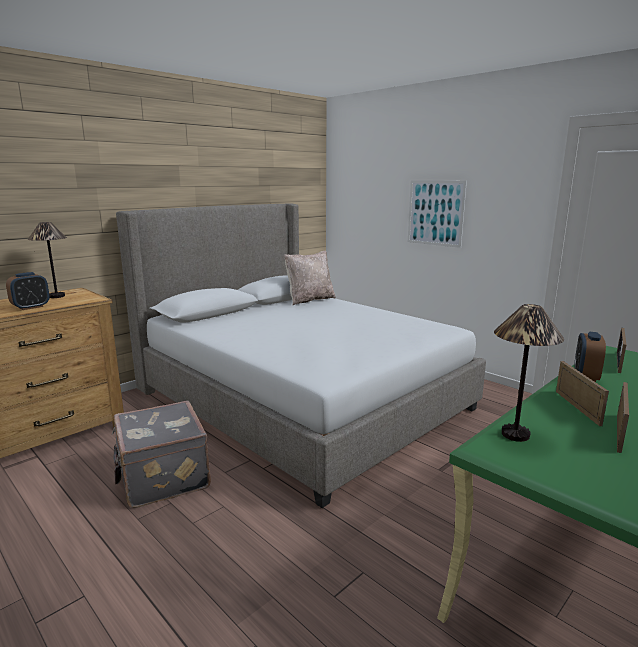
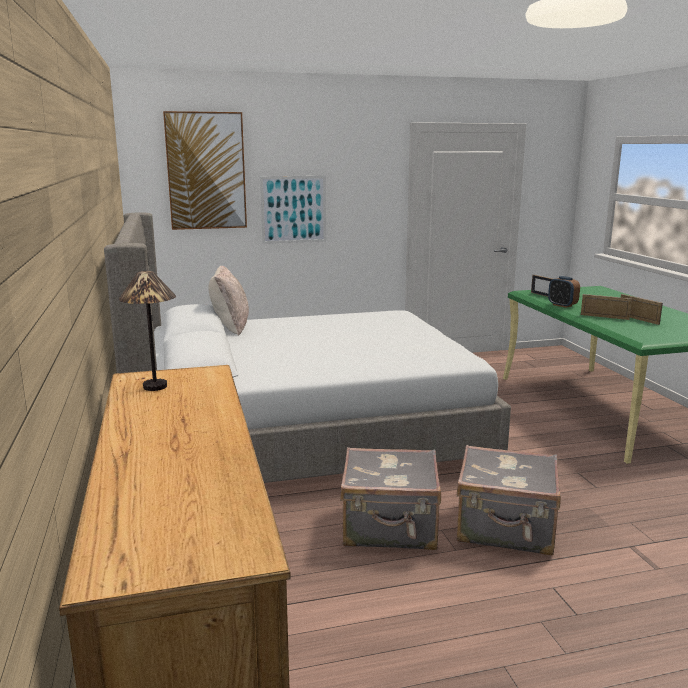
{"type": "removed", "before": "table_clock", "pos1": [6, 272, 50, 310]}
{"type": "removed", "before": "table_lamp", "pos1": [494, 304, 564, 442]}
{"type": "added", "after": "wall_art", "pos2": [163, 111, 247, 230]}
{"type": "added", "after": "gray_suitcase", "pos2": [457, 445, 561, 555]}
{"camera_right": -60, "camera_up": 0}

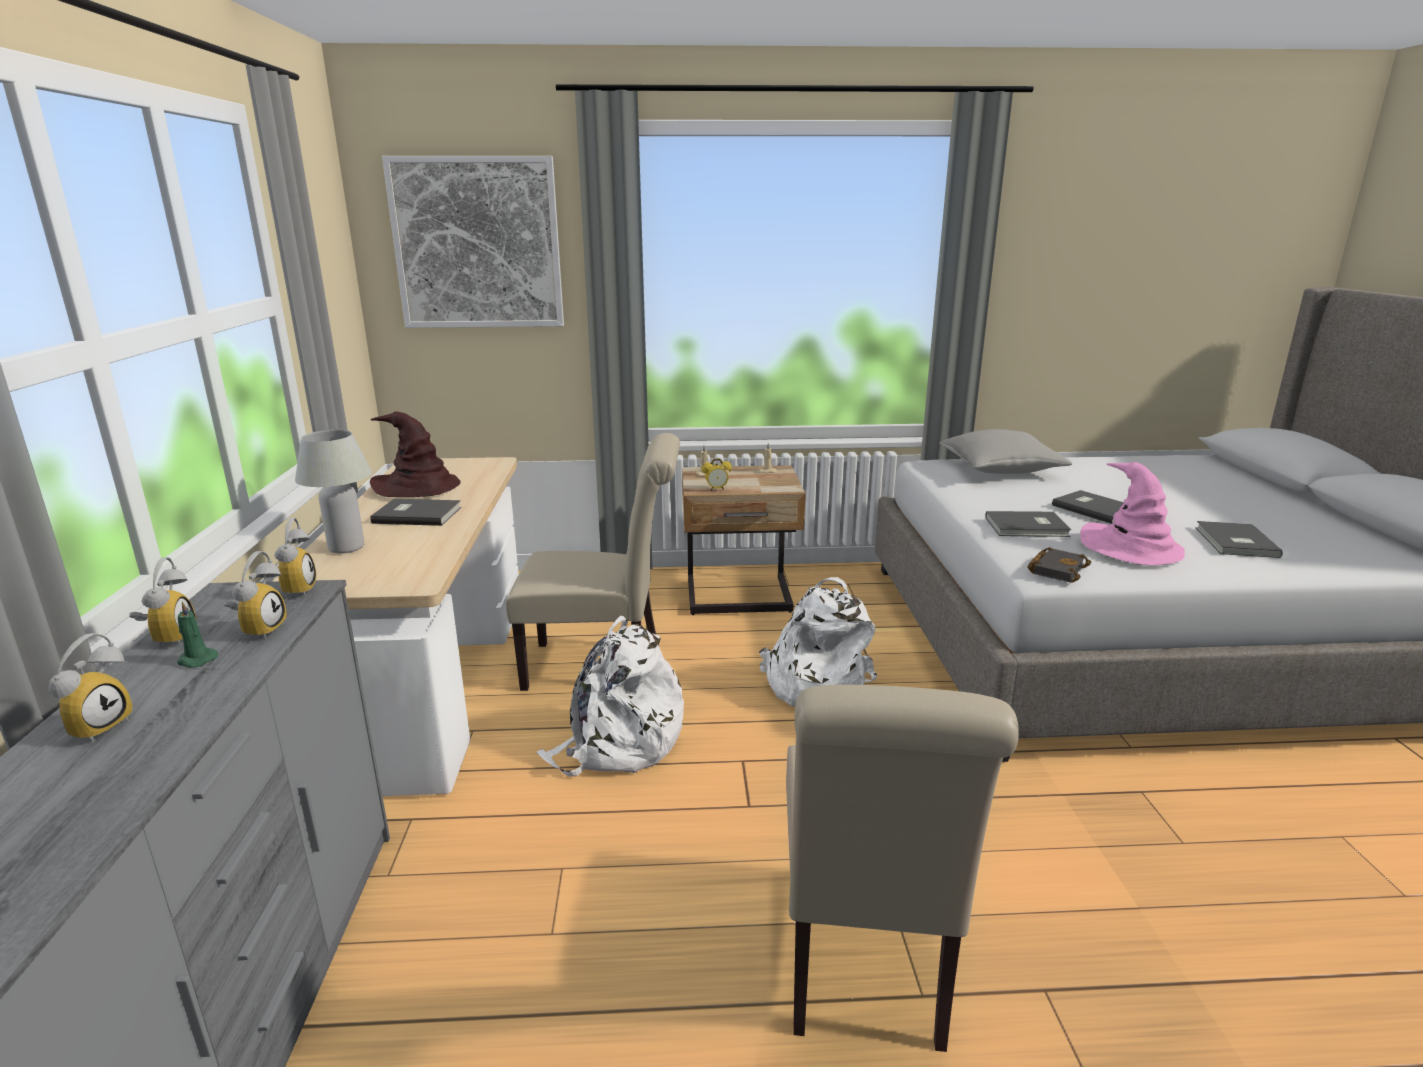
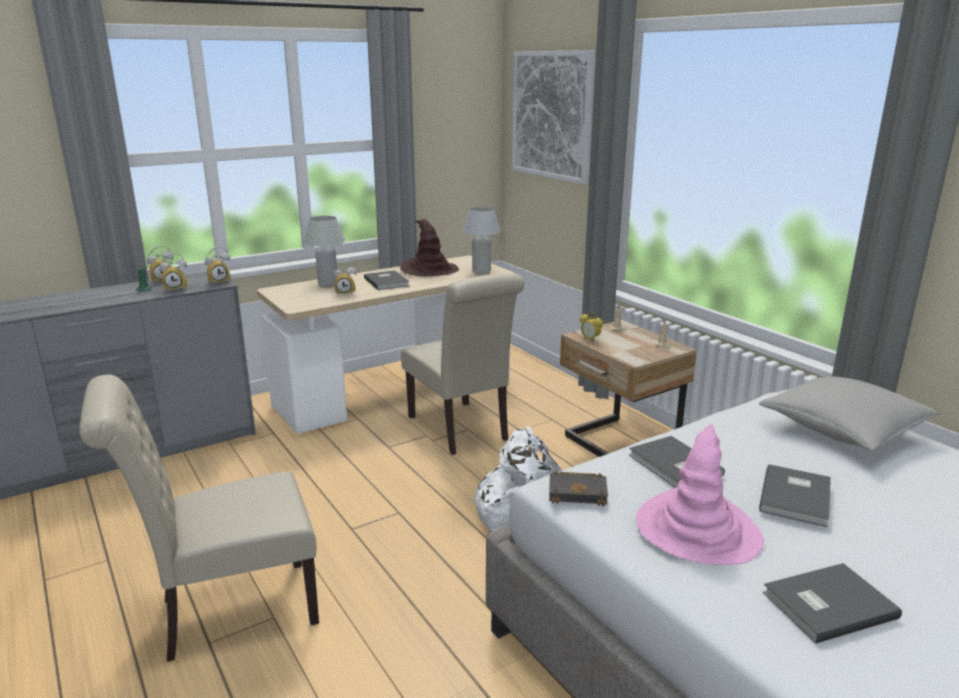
{"type": "removed", "before": "white_backpack", "pos1": [536, 616, 684, 777]}
{"type": "added", "after": "white_table_lamp", "pos2": [463, 207, 500, 274]}
{"type": "moved", "before": "table_clock", "pos1": [49, 633, 133, 742], "pos2": [333, 261, 357, 295]}
{"camera_right": 60, "camera_up": 0}

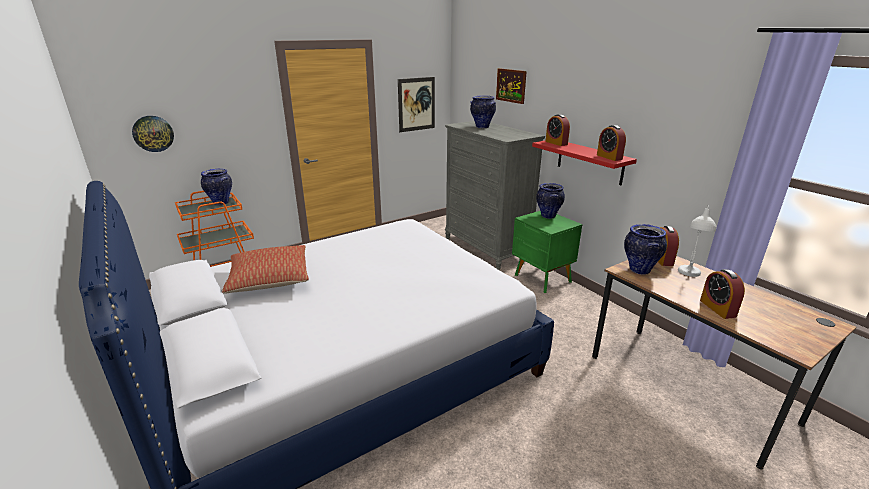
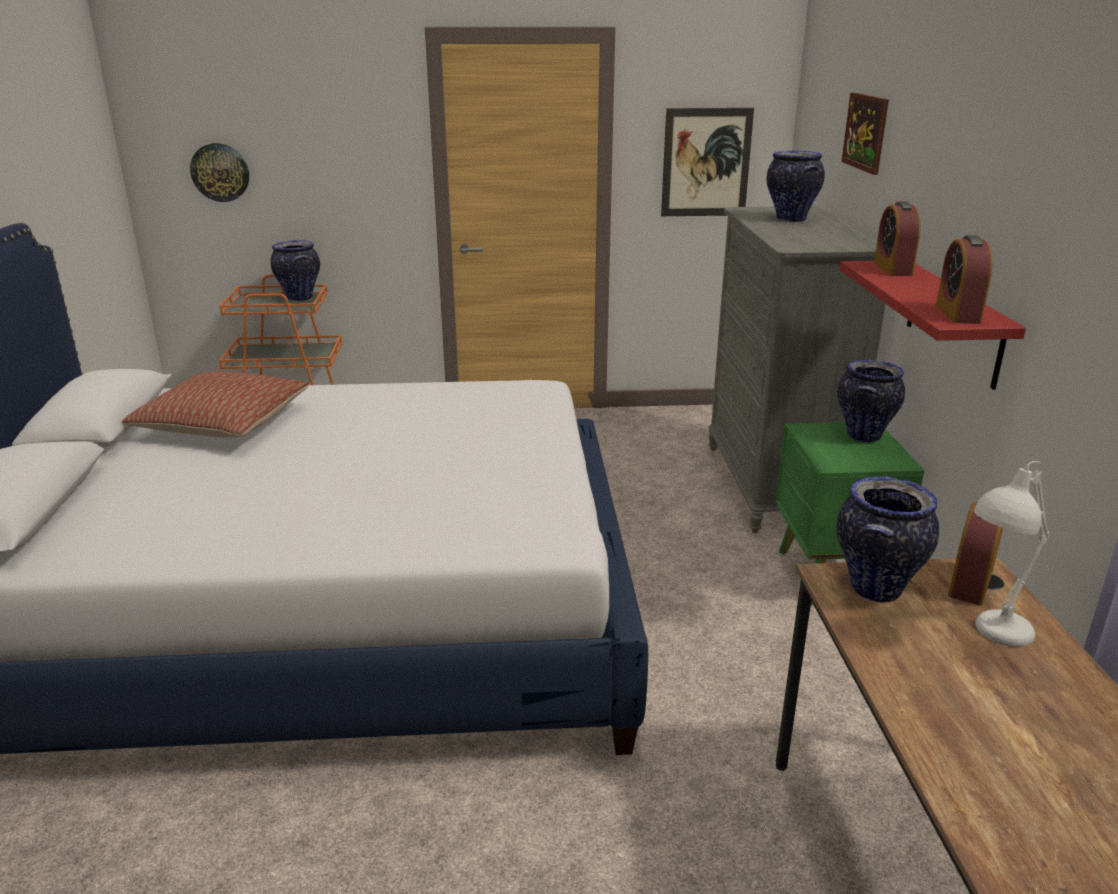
{"type": "removed", "before": "table_clock", "pos1": [700, 269, 745, 319]}
{"camera_right": 30, "camera_up": 0}

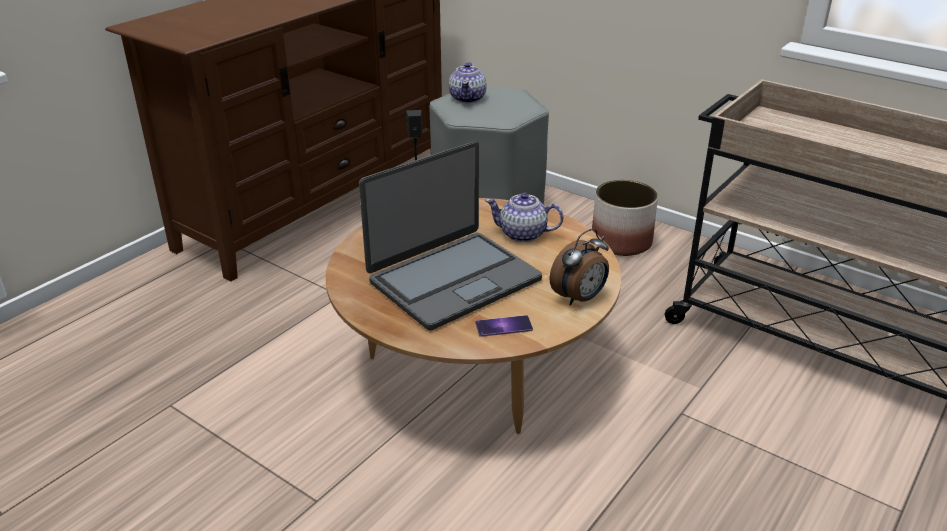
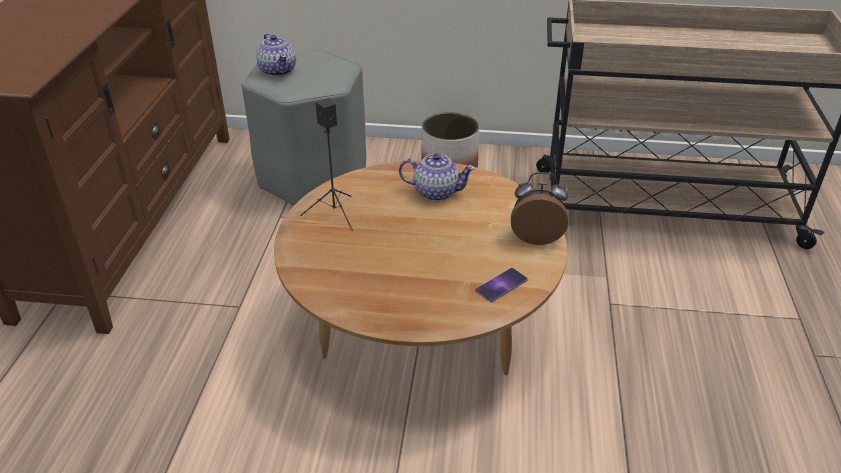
{"type": "removed", "before": "portable_computer", "pos1": [359, 141, 542, 330]}
{"type": "turned", "before": "pot_for_tea", "pos1": [485, 193, 563, 242], "pos2": [399, 153, 476, 201], "turn": -150}
{"type": "turned", "before": "table_clock", "pos1": [549, 229, 609, 305], "pos2": [511, 172, 568, 245], "turn": -105}
{"camera_right": -30, "camera_up": 5}

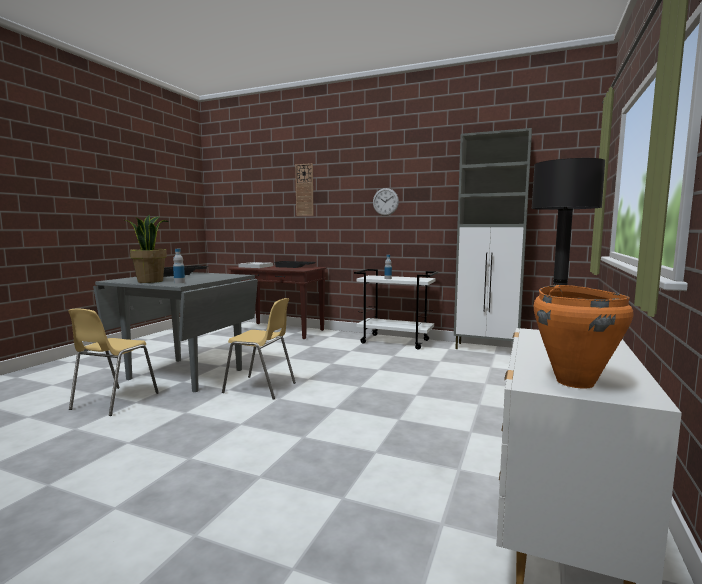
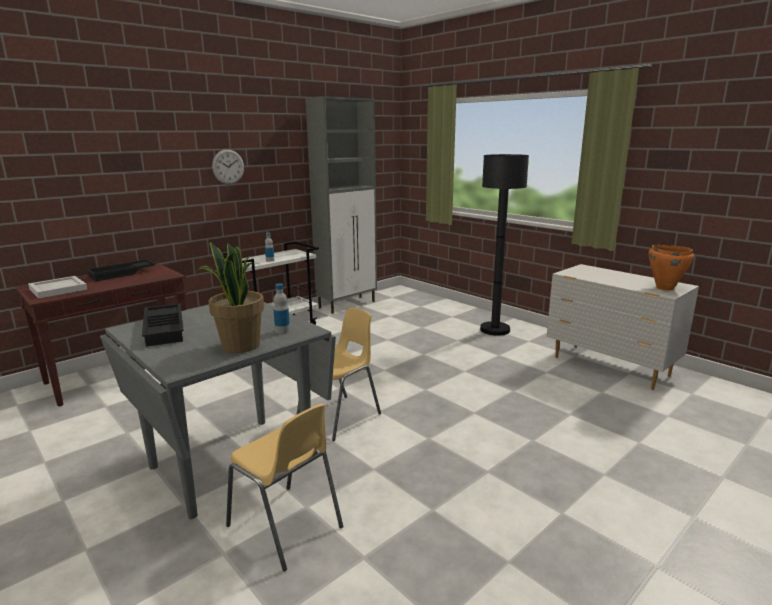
{"type": "removed", "before": "wall_clock", "pos1": [295, 163, 313, 216]}
{"camera_right": -65, "camera_up": 10}

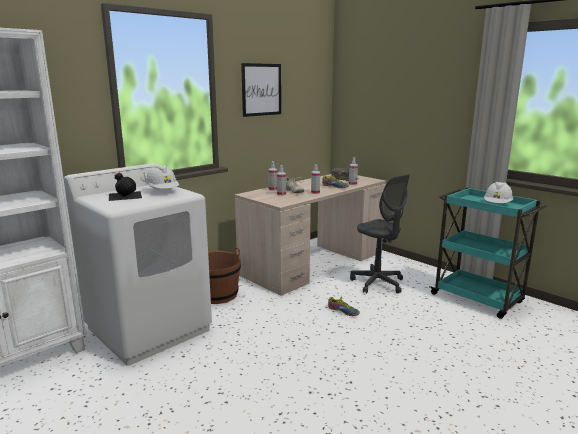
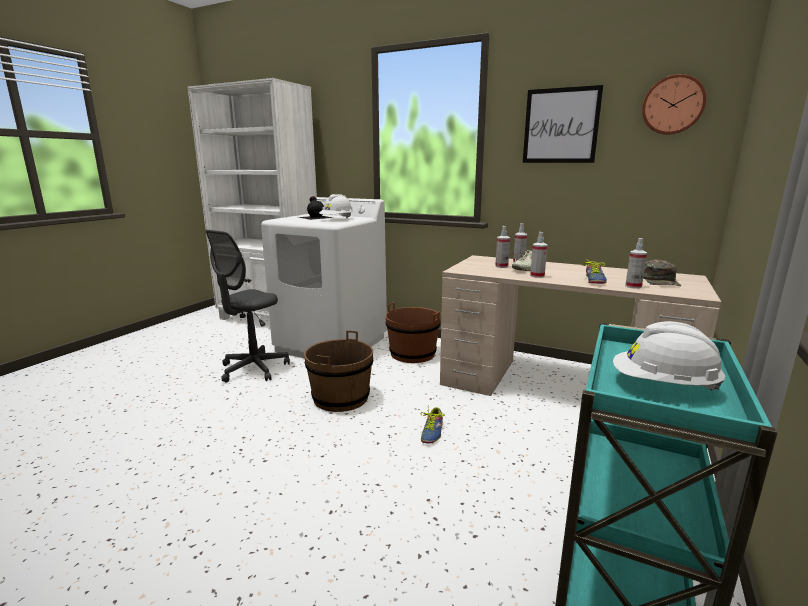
{"type": "added", "after": "brown_water_bucket", "pos2": [304, 330, 373, 412]}
{"type": "added", "after": "wall_clock", "pos2": [642, 74, 706, 135]}
{"type": "moved", "before": "gray_desk_chair", "pos1": [350, 174, 410, 294], "pos2": [205, 230, 290, 383]}
{"camera_right": 70, "camera_up": 0}

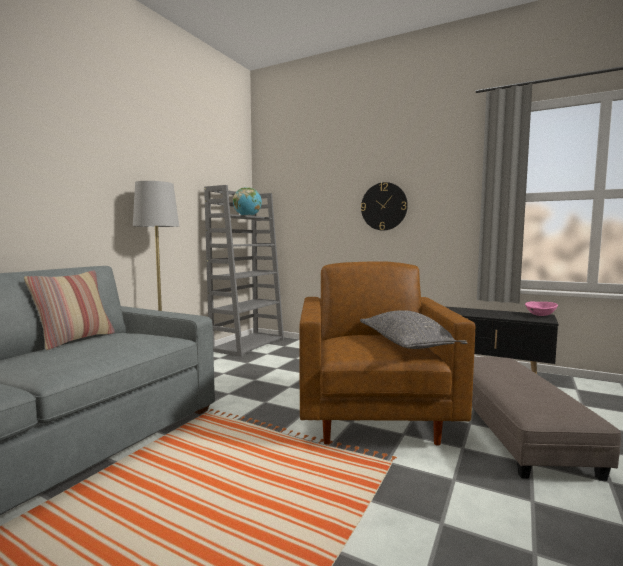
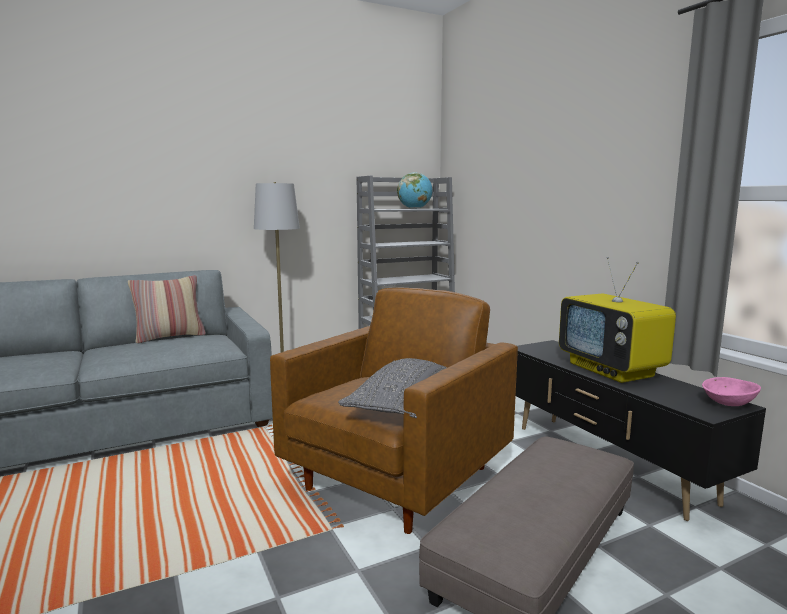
{"type": "removed", "before": "wall_clock", "pos1": [361, 182, 408, 231]}
{"type": "added", "after": "TV", "pos2": [559, 257, 676, 383]}
{"camera_right": 35, "camera_up": 5}

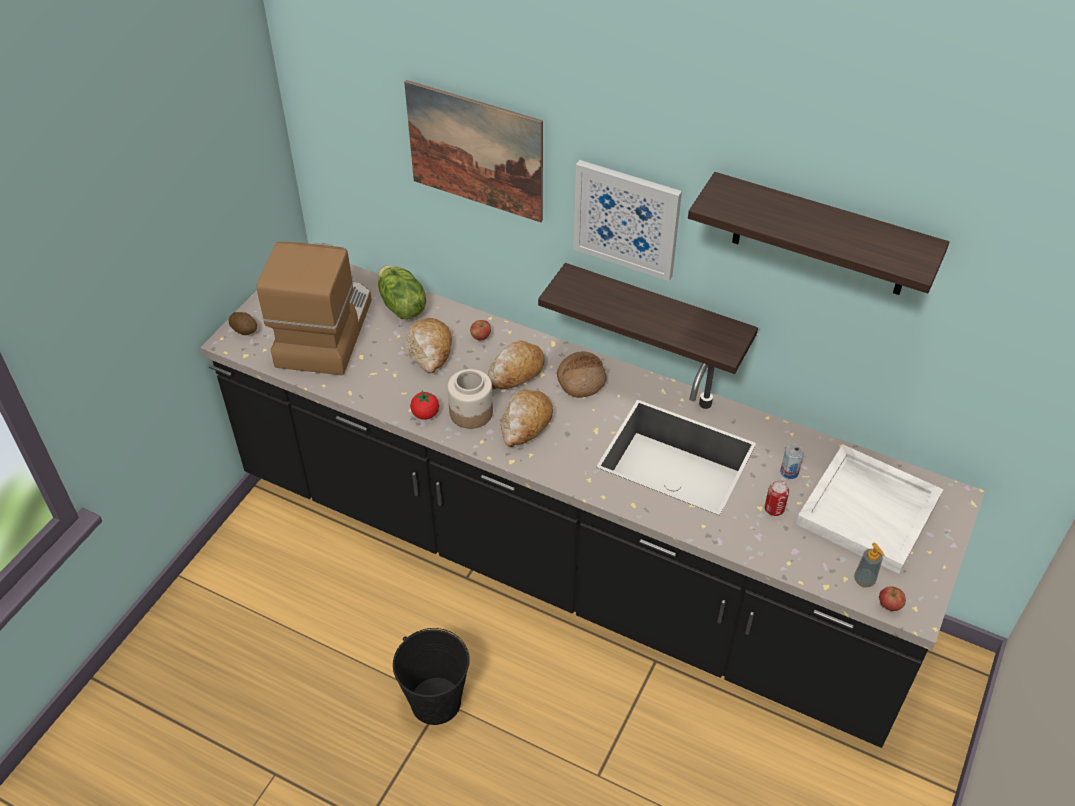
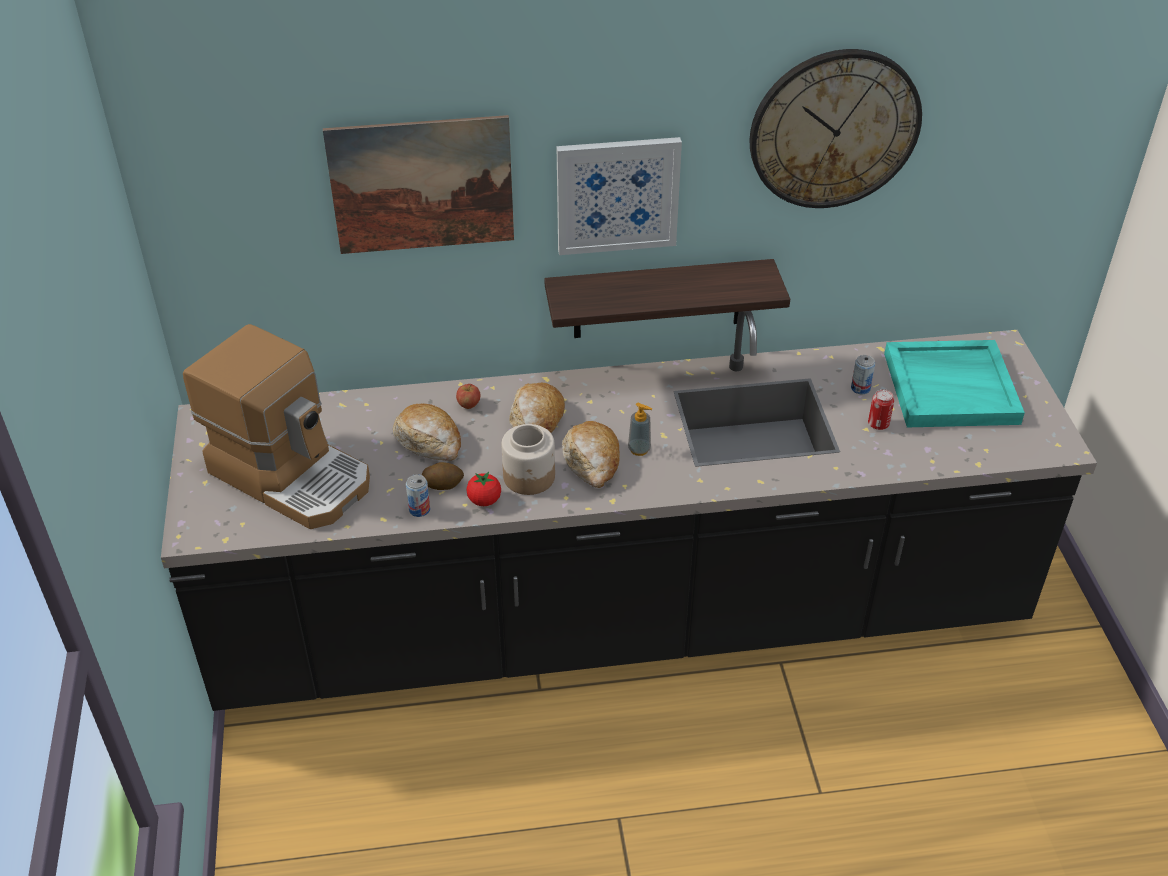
{"type": "removed", "before": "lettuce_head", "pos1": [378, 266, 426, 319]}
{"type": "removed", "before": "black_water_bucket", "pos1": [393, 628, 470, 725]}
{"type": "removed", "before": "bread", "pos1": [557, 351, 606, 398]}
{"type": "removed", "before": "apple_fruit", "pos1": [879, 586, 906, 611]}
{"type": "added", "after": "sealed_can", "pos2": [406, 474, 430, 517]}
{"type": "moved", "before": "whole_potato", "pos1": [228, 312, 257, 335], "pos2": [422, 462, 464, 490]}
{"type": "moved", "before": "soap_dispenser", "pos1": [854, 543, 884, 588], "pos2": [628, 403, 652, 456]}
{"type": "replaced", "before": "shelf", "after": "wall_clock", "pos1": [688, 172, 949, 295], "pos2": [749, 49, 922, 208]}
{"type": "recoloured", "before": "white_serving_tray", "after": "turquoise-coloured_serving_tray", "pos1": [796, 444, 943, 574], "pos2": [884, 340, 1025, 427]}
{"type": "turned", "before": "coffee_maker", "pos1": [257, 242, 372, 375], "pos2": [183, 324, 370, 529], "turn": 150}
{"camera_right": -35, "camera_up": -5}

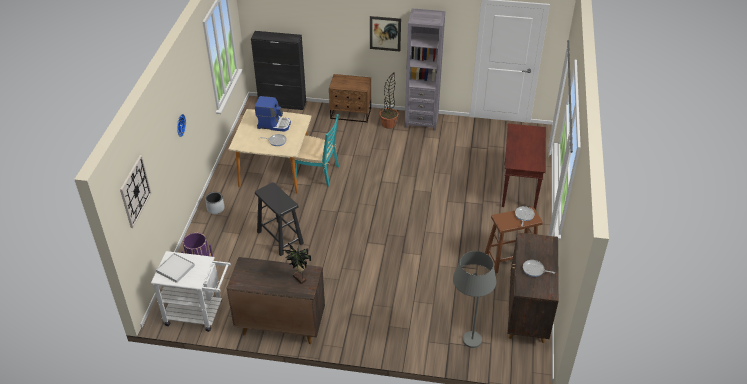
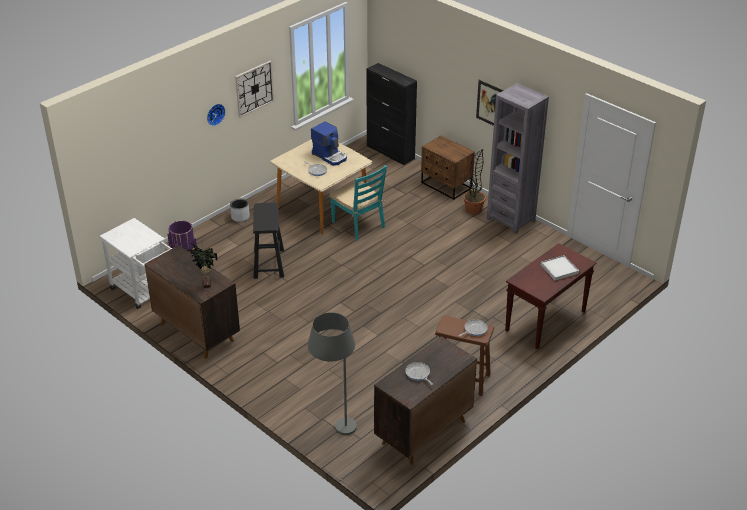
{"type": "moved", "before": "wall_clock", "pos1": [120, 155, 152, 228], "pos2": [235, 60, 274, 118]}
{"type": "moved", "before": "white_serving_tray", "pos1": [156, 253, 195, 283], "pos2": [541, 255, 579, 281]}
{"camera_right": 35, "camera_up": -5}

